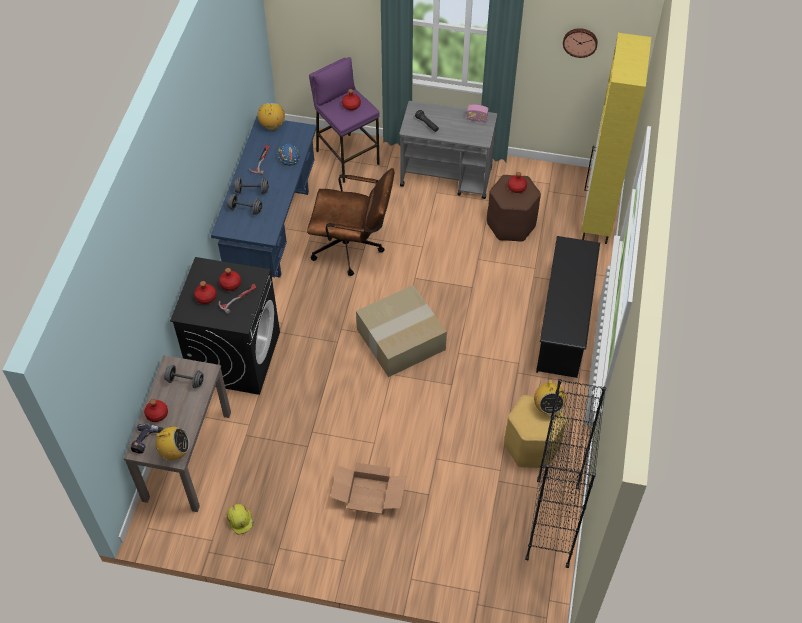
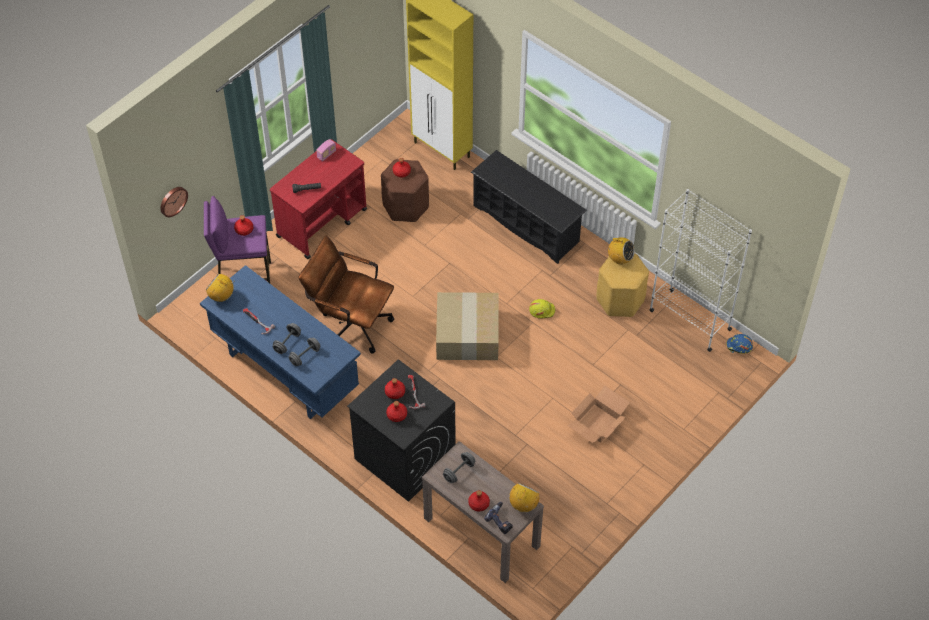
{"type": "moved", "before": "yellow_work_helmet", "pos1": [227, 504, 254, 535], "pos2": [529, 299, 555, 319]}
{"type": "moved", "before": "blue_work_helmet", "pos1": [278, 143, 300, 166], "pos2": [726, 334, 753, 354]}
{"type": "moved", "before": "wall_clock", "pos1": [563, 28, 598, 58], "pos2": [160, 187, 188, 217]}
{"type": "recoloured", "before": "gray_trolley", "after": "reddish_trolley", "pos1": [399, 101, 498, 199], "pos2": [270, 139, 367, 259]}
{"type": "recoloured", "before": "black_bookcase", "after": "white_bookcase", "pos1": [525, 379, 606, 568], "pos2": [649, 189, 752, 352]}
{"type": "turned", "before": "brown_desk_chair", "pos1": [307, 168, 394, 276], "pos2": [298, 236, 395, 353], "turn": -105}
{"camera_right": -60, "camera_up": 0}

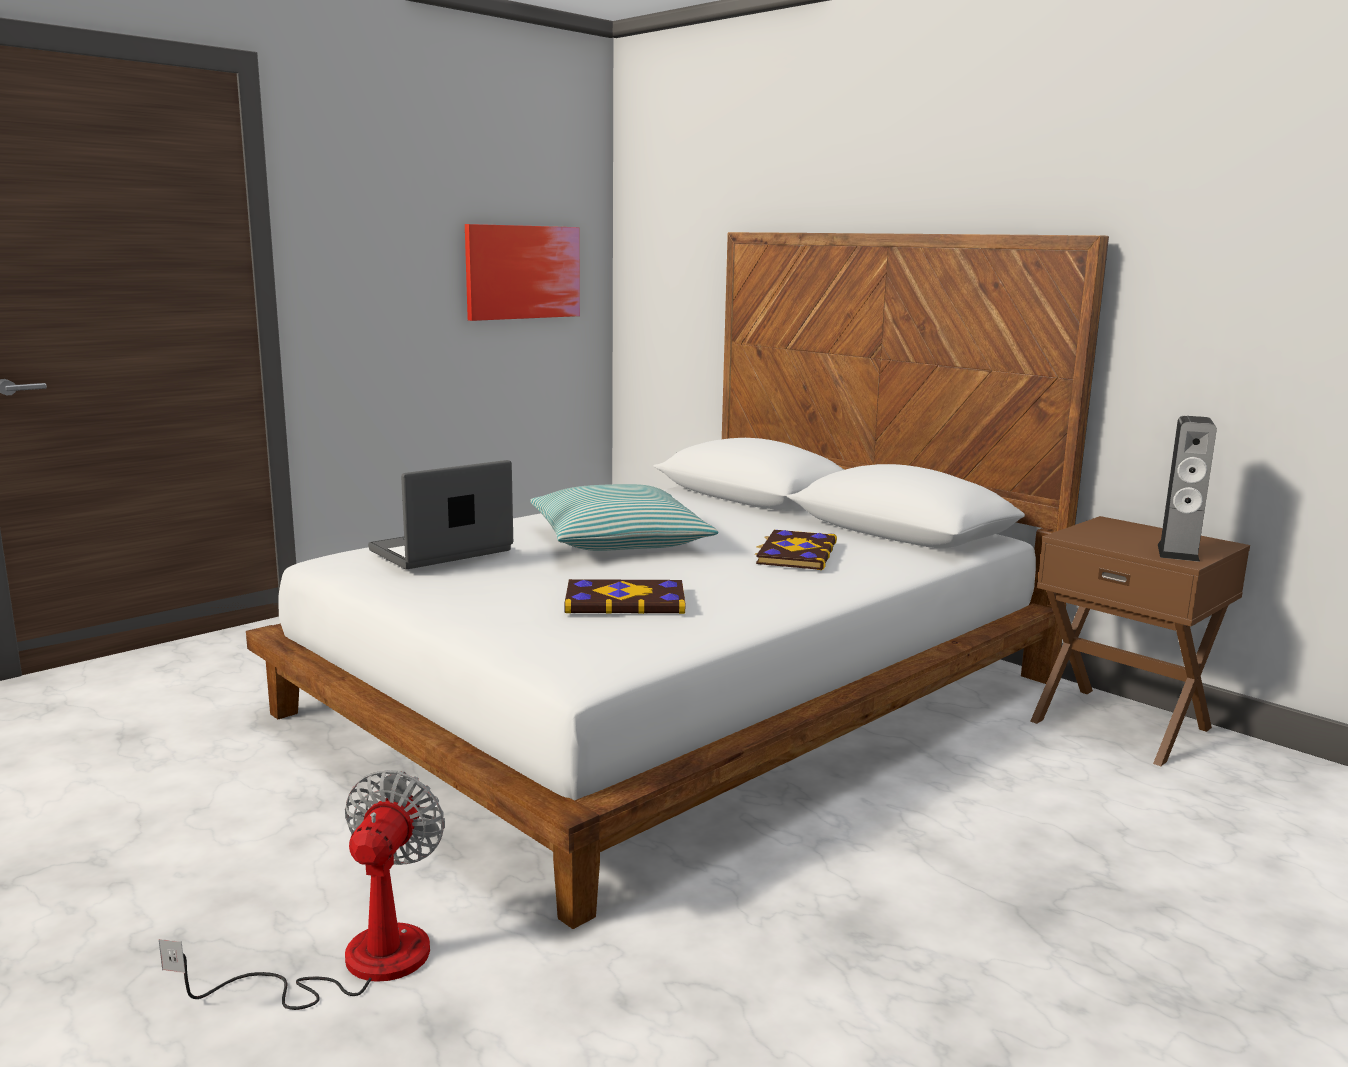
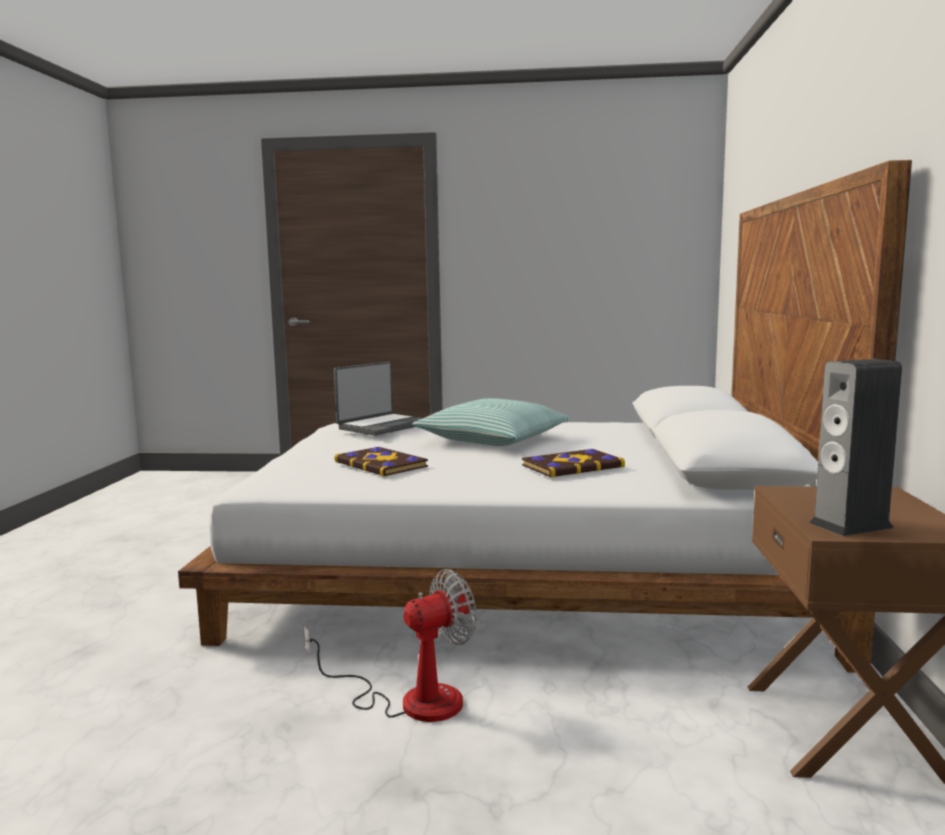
{"type": "removed", "before": "wall_art", "pos1": [465, 224, 580, 321]}
{"type": "moved", "before": "electric_fan", "pos1": [159, 770, 445, 1010], "pos2": [303, 569, 477, 722]}
{"type": "turned", "before": "portable_computer", "pos1": [368, 460, 513, 569], "pos2": [334, 361, 423, 436], "turn": 120}
{"camera_right": 50, "camera_up": -5}

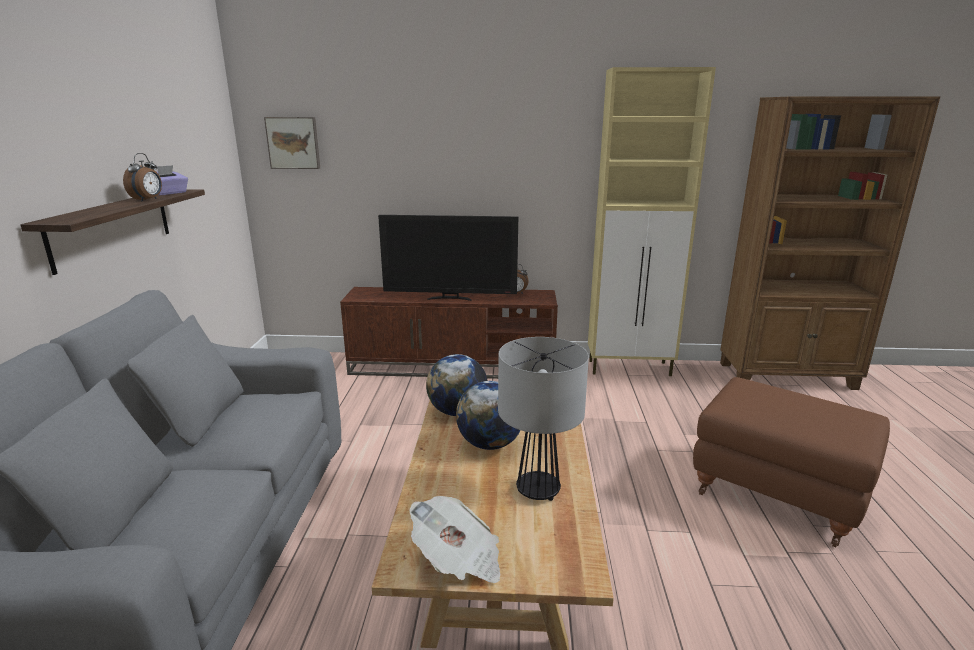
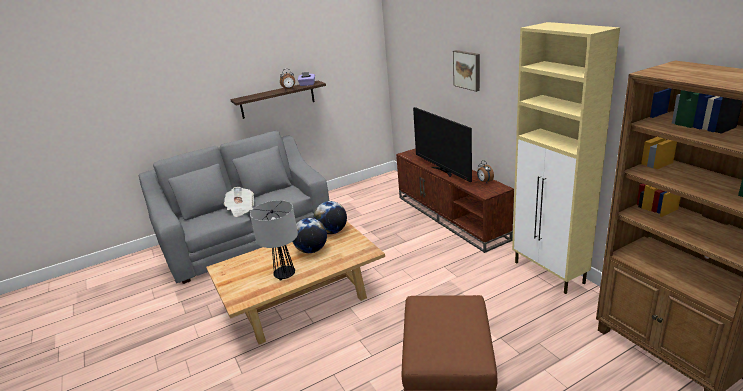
{"type": "moved", "before": "wall_art", "pos1": [264, 117, 320, 169], "pos2": [453, 50, 480, 92]}
{"type": "moved", "before": "newspaper", "pos1": [409, 496, 500, 583], "pos2": [224, 187, 254, 217]}
{"camera_right": 60, "camera_up": 5}

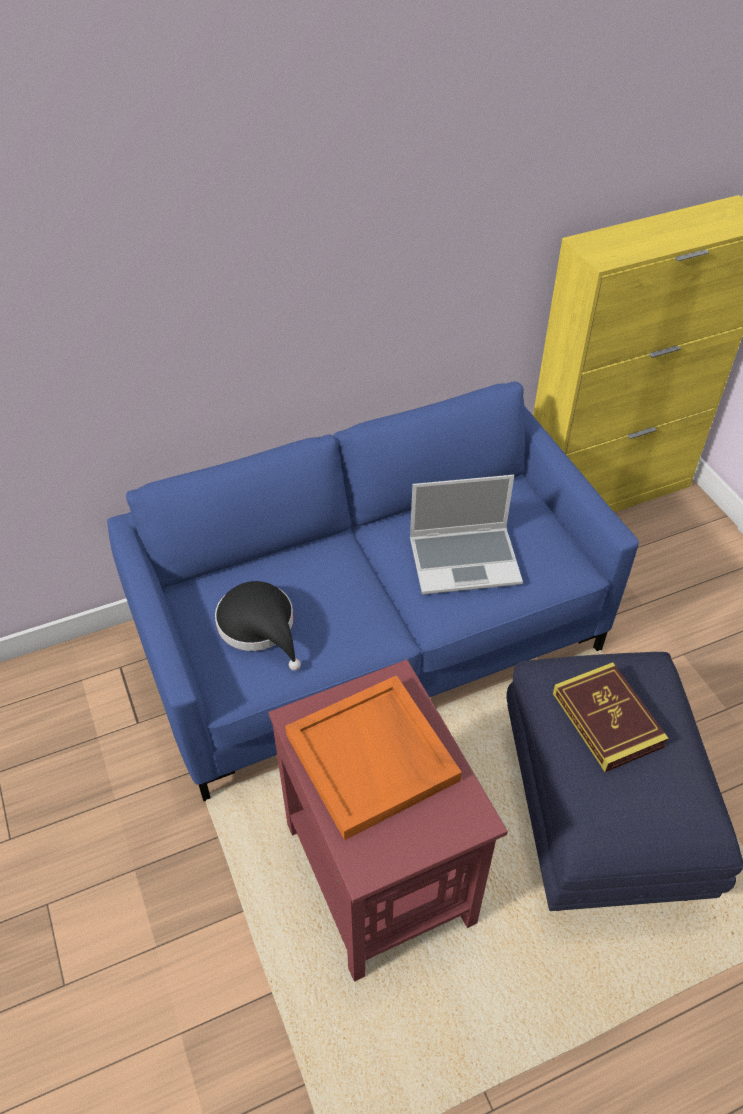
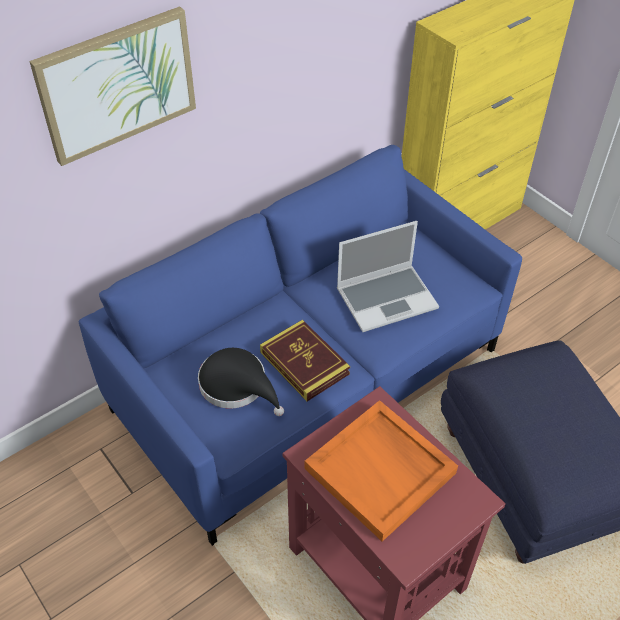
{"type": "added", "after": "wall_art", "pos2": [29, 6, 196, 166]}
{"type": "moved", "before": "bound_book", "pos1": [553, 662, 669, 772], "pos2": [260, 320, 350, 401]}
{"camera_right": -15, "camera_up": 0}

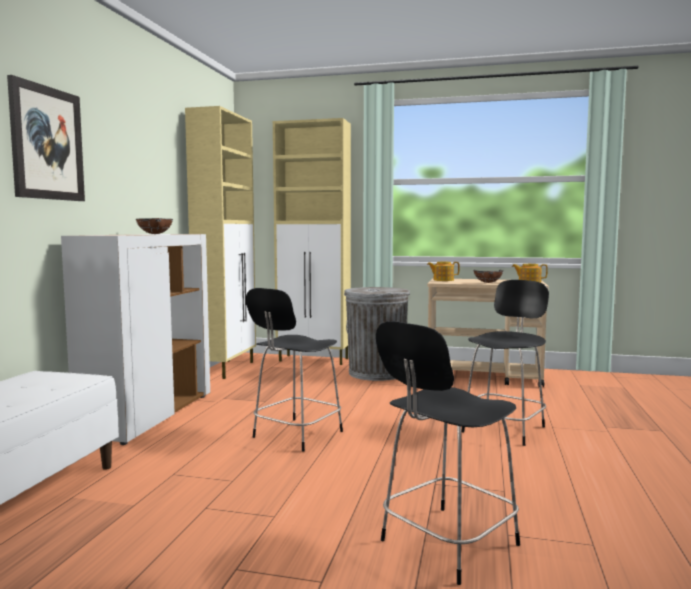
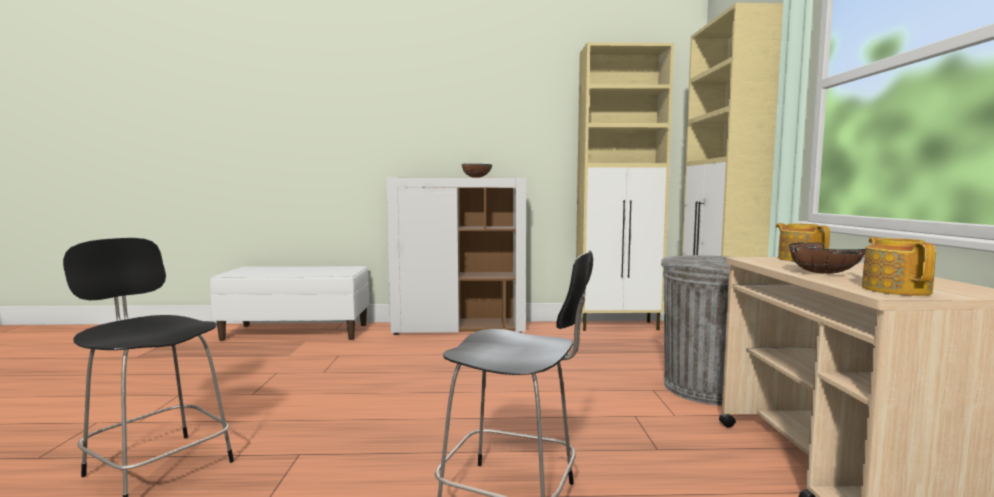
{"type": "removed", "before": "wall_art", "pos1": [7, 75, 85, 201]}
{"type": "removed", "before": "black_chair", "pos1": [246, 288, 343, 451]}
{"camera_right": 75, "camera_up": 0}

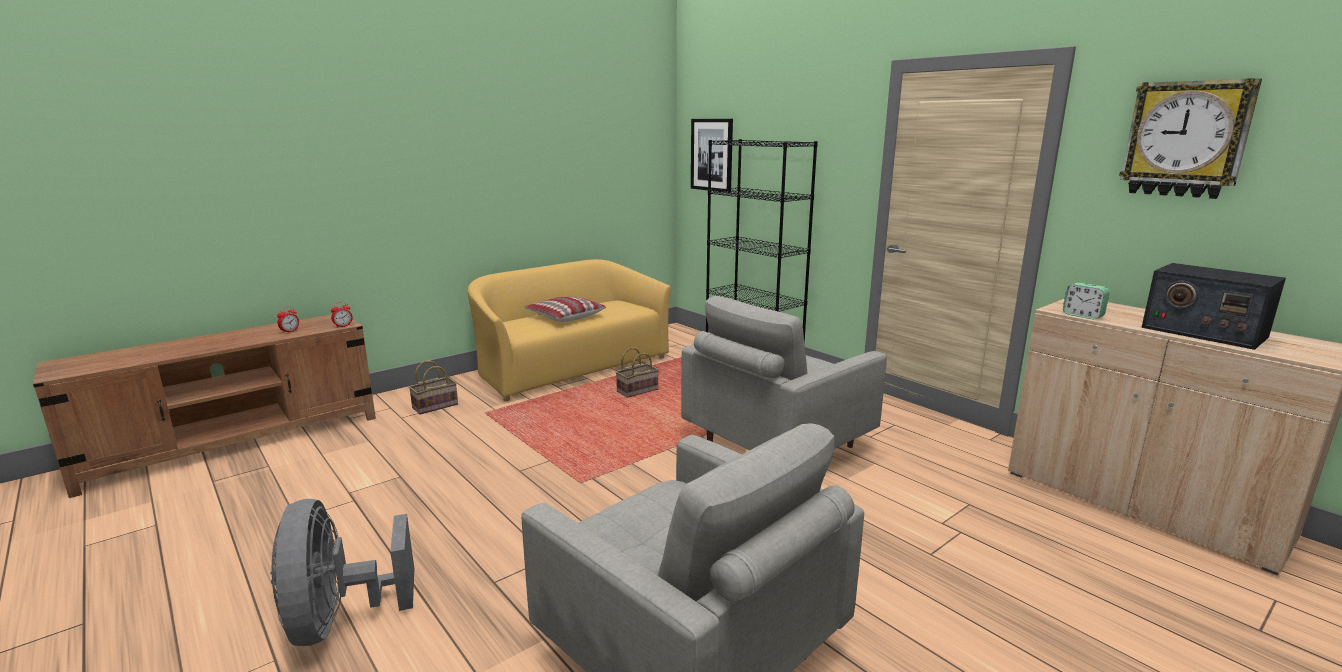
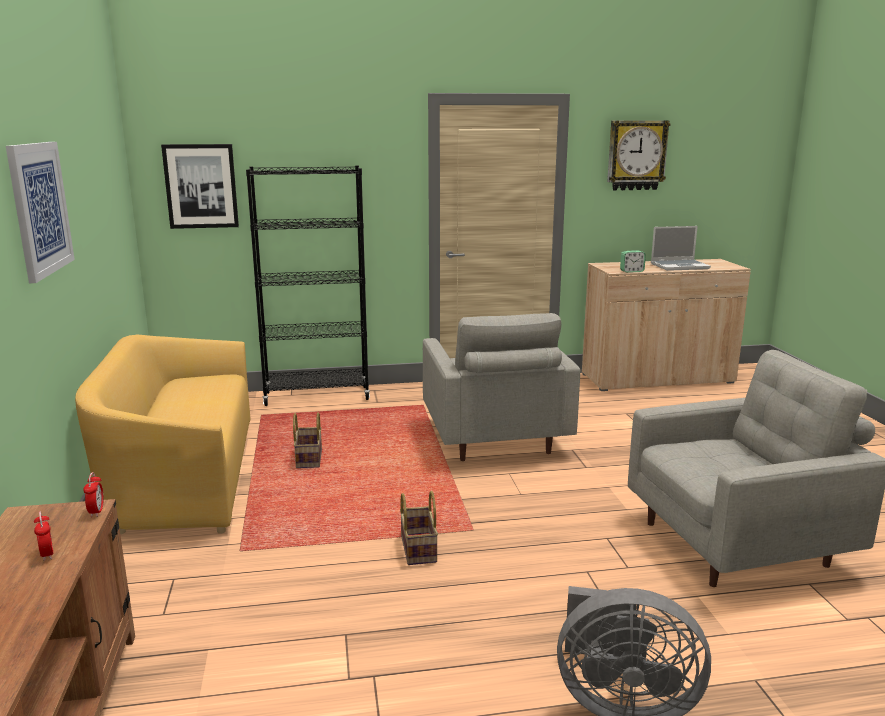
{"type": "removed", "before": "cushion", "pos1": [524, 296, 606, 322]}
{"type": "added", "after": "wall_art", "pos2": [6, 142, 75, 283]}
{"type": "moved", "before": "basket", "pos1": [409, 360, 458, 415], "pos2": [400, 491, 438, 565]}
{"type": "replaced", "before": "radio_receiver", "after": "portable_computer", "pos1": [1141, 263, 1286, 350], "pos2": [651, 226, 711, 271]}
{"camera_right": -60, "camera_up": 0}

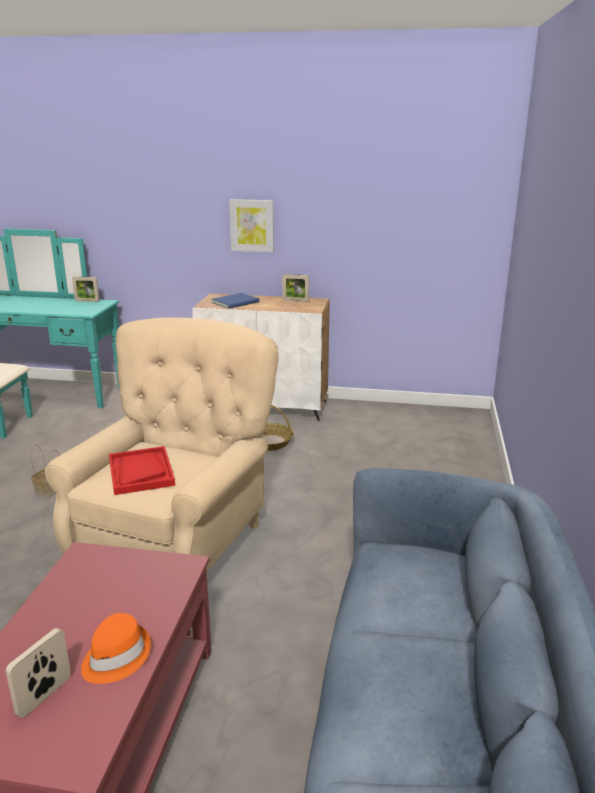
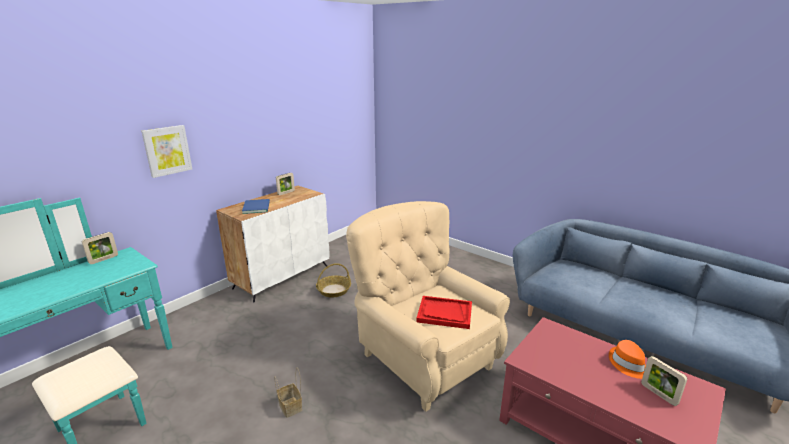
{"type": "moved", "before": "wall_art", "pos1": [229, 199, 274, 252], "pos2": [141, 125, 192, 178]}
{"camera_right": -60, "camera_up": 0}

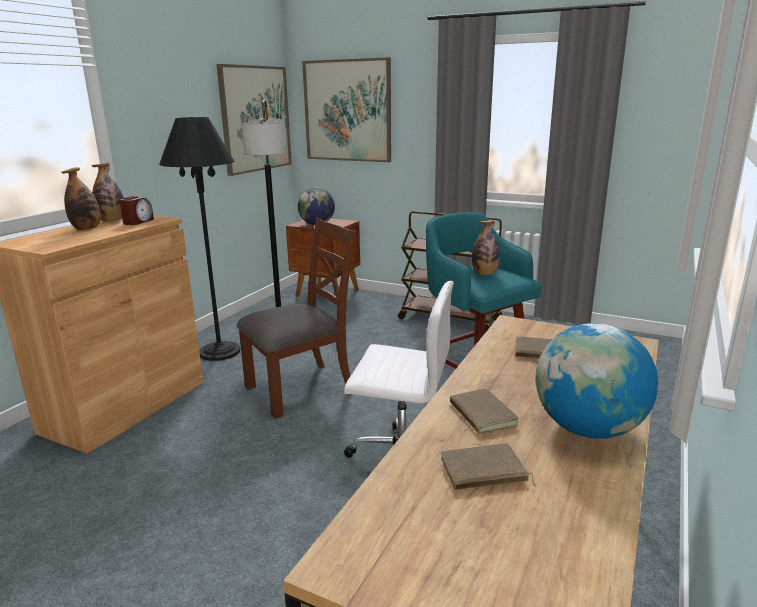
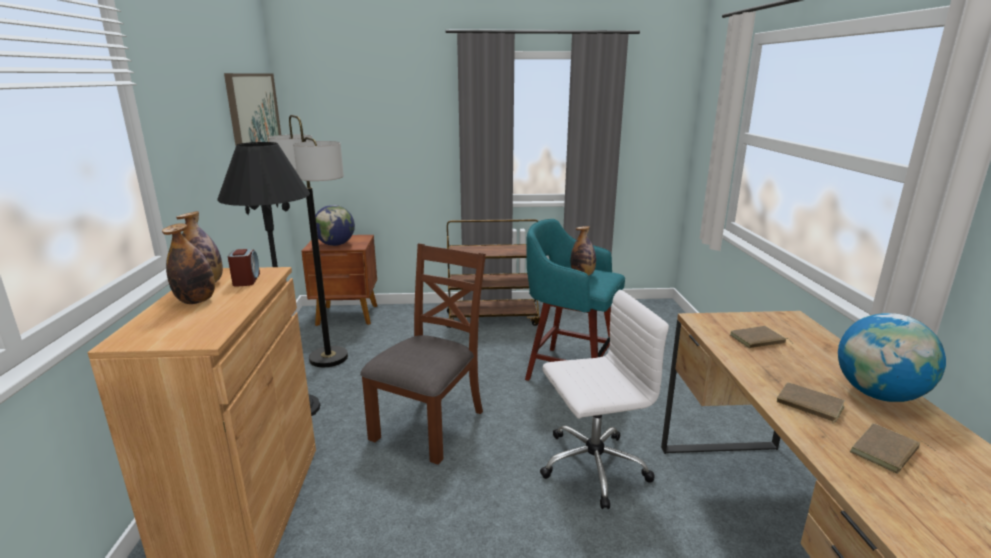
{"type": "removed", "before": "wall_art", "pos1": [302, 57, 391, 162]}
{"camera_right": -30, "camera_up": 0}

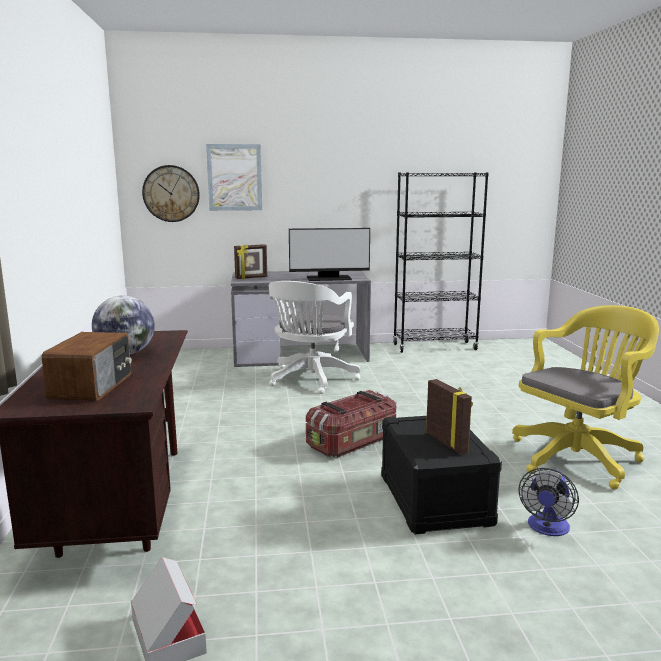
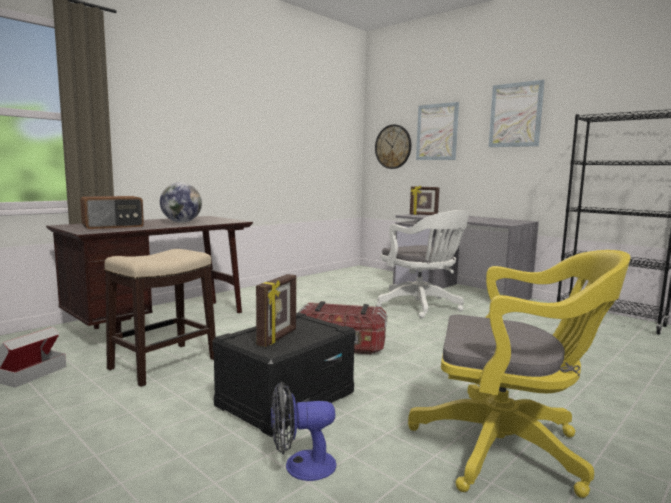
{"type": "removed", "before": "computer_screen", "pos1": [289, 228, 370, 281]}
{"type": "added", "after": "stool", "pos2": [104, 249, 216, 387]}
{"type": "added", "after": "wall_art", "pos2": [489, 80, 545, 147]}
{"type": "turned", "before": "white_desk_chair", "pos1": [269, 281, 361, 394], "pos2": [376, 210, 469, 318], "turn": -105}
{"camera_right": 50, "camera_up": -5}

